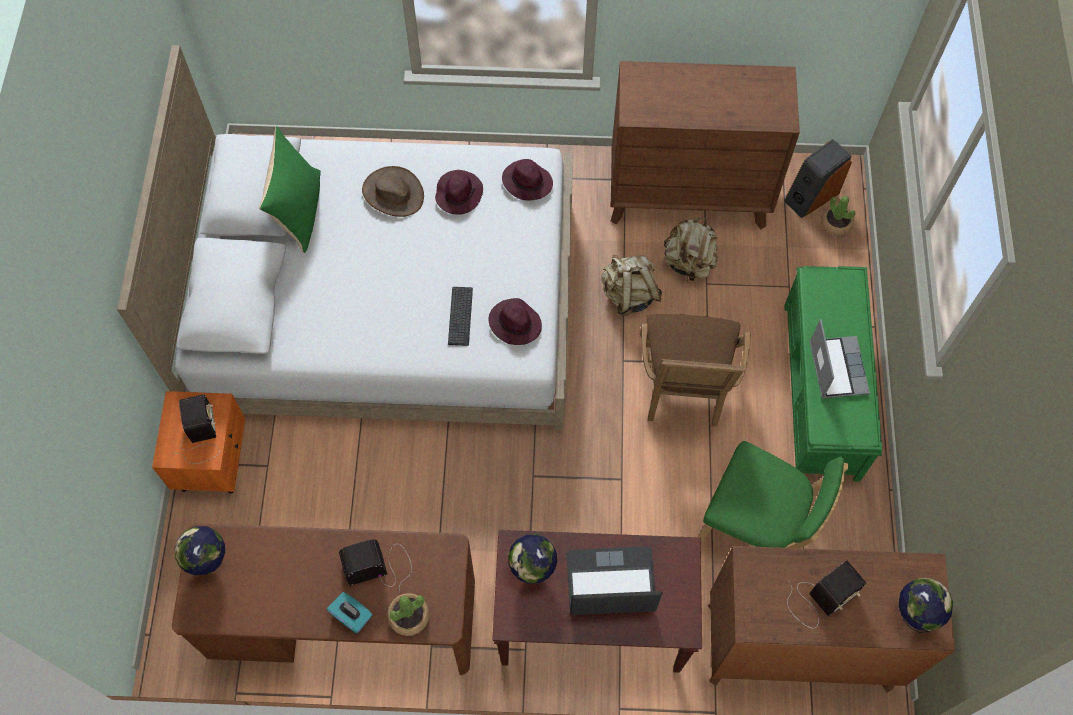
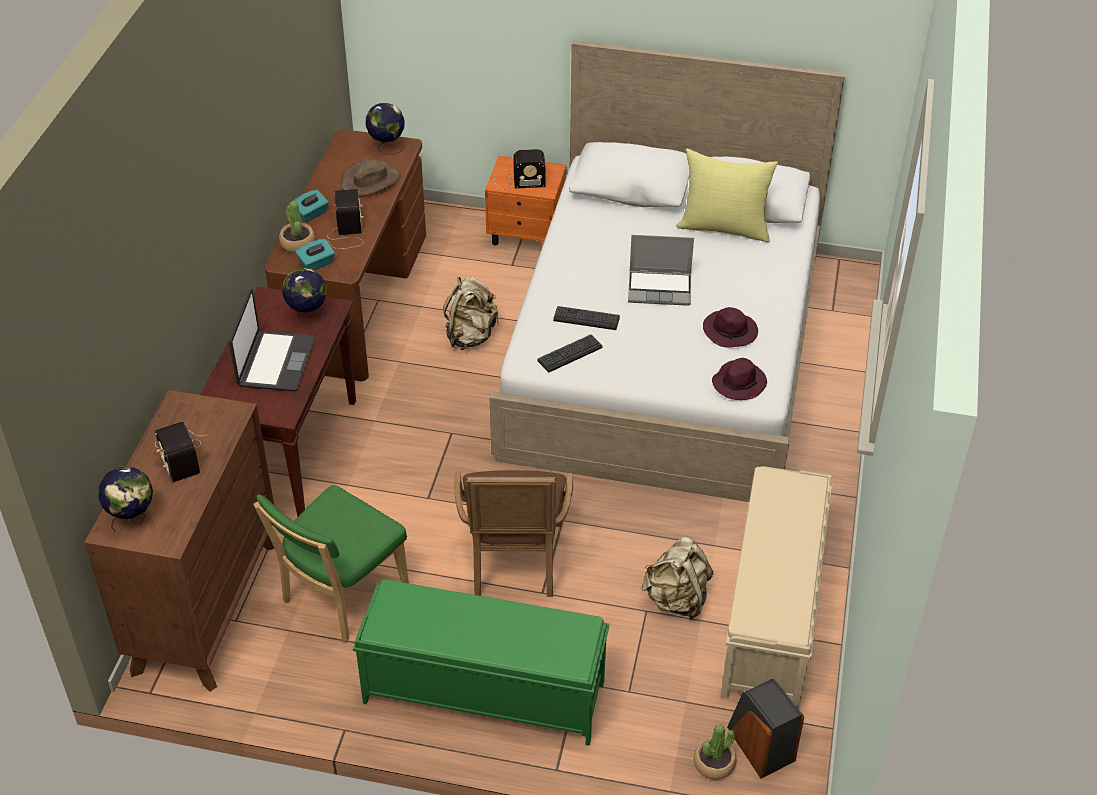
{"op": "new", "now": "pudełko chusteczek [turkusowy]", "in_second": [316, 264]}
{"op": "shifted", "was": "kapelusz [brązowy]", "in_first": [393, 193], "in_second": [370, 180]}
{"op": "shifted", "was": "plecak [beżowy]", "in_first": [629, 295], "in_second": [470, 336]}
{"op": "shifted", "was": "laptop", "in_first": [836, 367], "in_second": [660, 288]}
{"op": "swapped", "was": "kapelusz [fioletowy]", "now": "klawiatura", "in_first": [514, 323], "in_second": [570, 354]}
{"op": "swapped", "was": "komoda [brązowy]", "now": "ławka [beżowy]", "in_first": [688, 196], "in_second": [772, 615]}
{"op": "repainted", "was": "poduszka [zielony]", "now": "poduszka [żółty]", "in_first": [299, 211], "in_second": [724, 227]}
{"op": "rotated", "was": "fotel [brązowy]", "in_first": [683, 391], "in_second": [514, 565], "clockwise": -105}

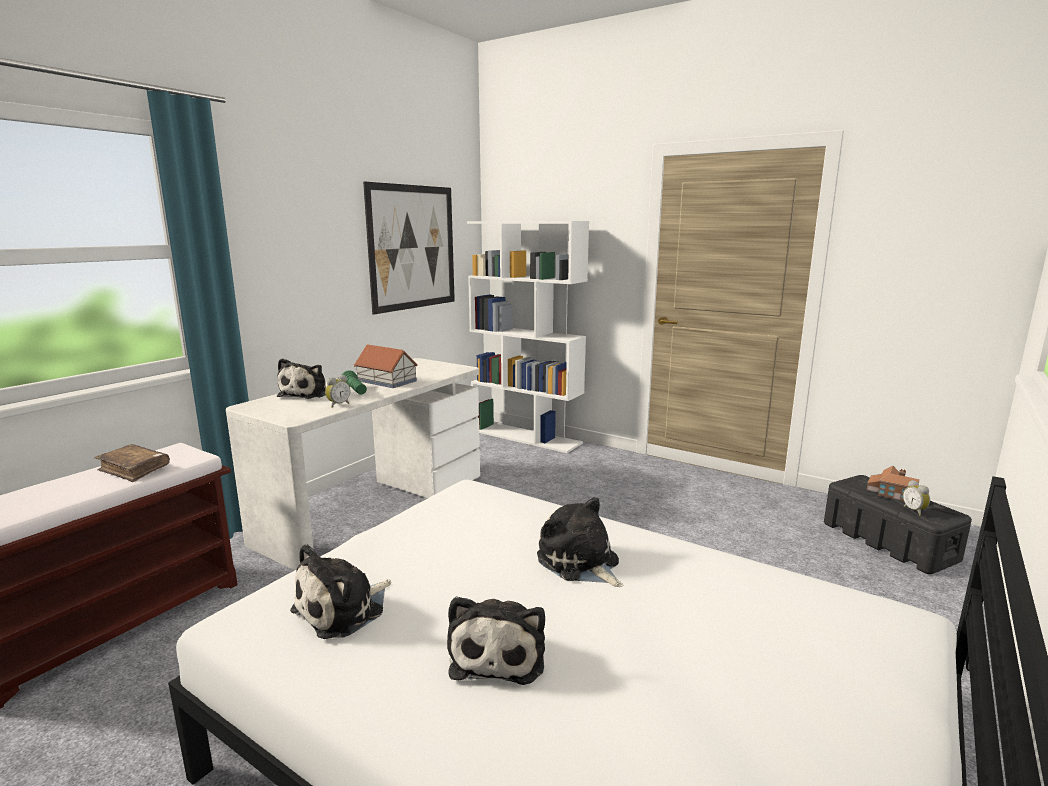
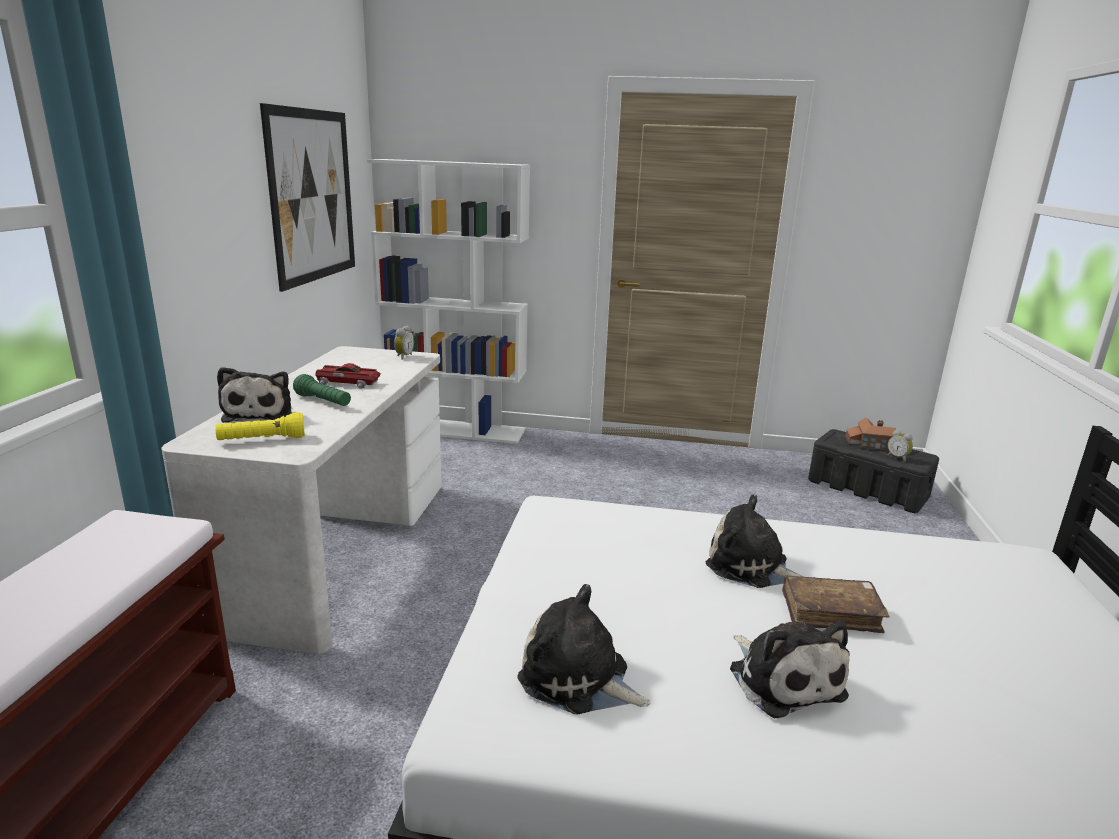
{"op": "new", "now": "latarka [żółty]", "in_second": [262, 440]}
{"op": "shifted", "was": "książka [brązowy]", "in_first": [134, 469], "in_second": [830, 613]}
{"op": "shifted", "was": "budzik", "in_first": [338, 405], "in_second": [403, 356]}
{"op": "swapped", "was": "domek", "now": "samochodzik", "in_first": [387, 381], "in_second": [347, 383]}
{"op": "rotated", "was": "pluszak", "in_first": [343, 610], "in_second": [579, 679], "clockwise": 105}

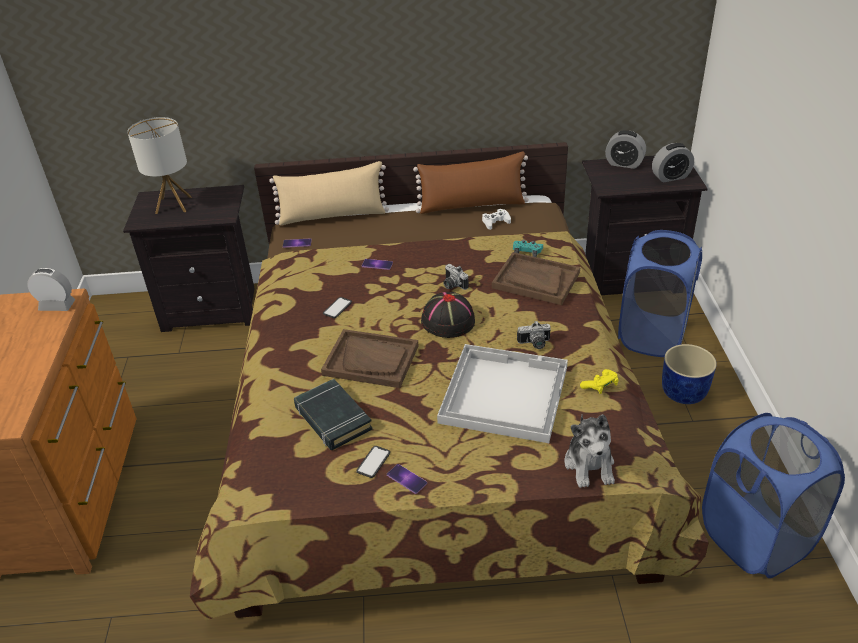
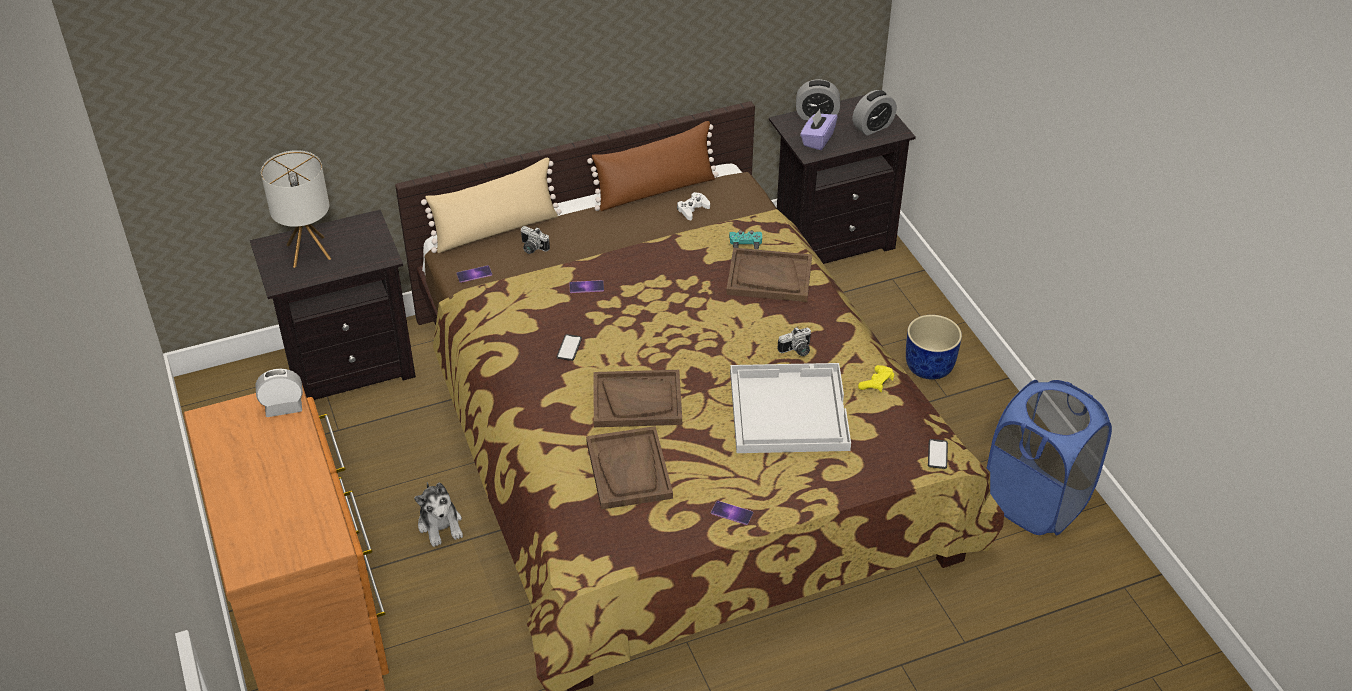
{"op": "gone", "was": "kapelusz [czarny]", "in_first": [447, 321]}
{"op": "gone", "was": "kosz na pranie [niebieski]", "in_first": [652, 335]}
{"op": "new", "now": "pudełko chusteczek [fioletowy]", "in_second": [817, 140]}
{"op": "shifted", "was": "telefon", "in_first": [373, 462], "in_second": [937, 454]}
{"op": "shifted", "was": "aparat fotograficzny", "in_first": [452, 285], "in_second": [532, 248]}
{"op": "shifted", "was": "pluszak", "in_first": [589, 465], "in_second": [440, 525]}
{"op": "swapped", "was": "książka [czarny]", "now": "taca [brązowy]", "in_first": [332, 418], "in_second": [629, 470]}

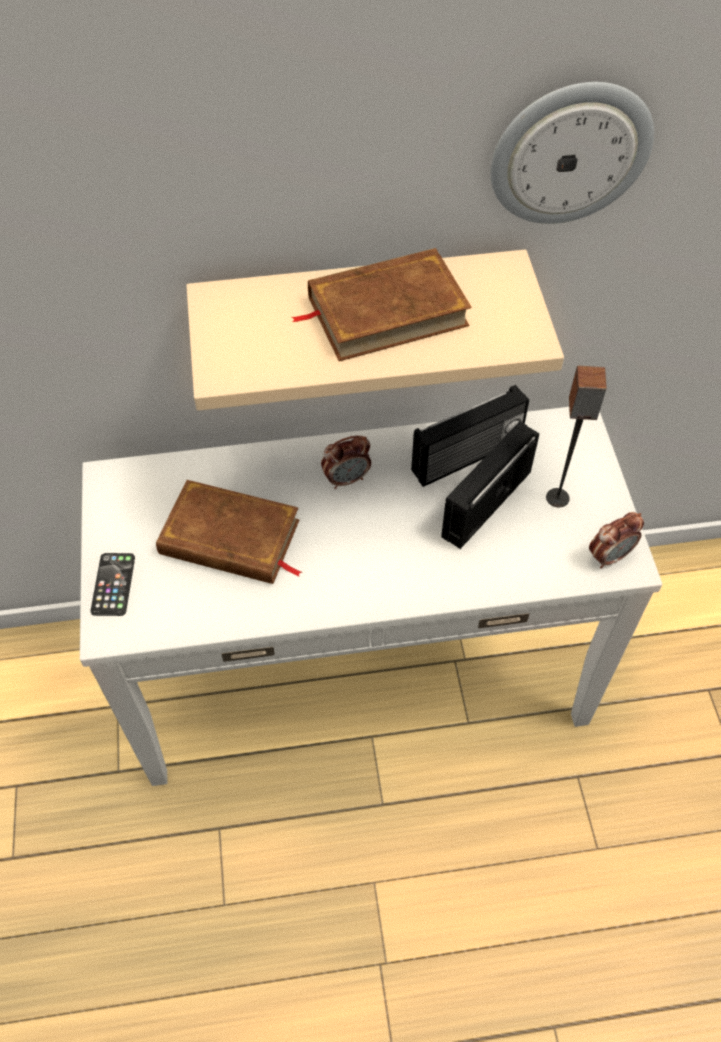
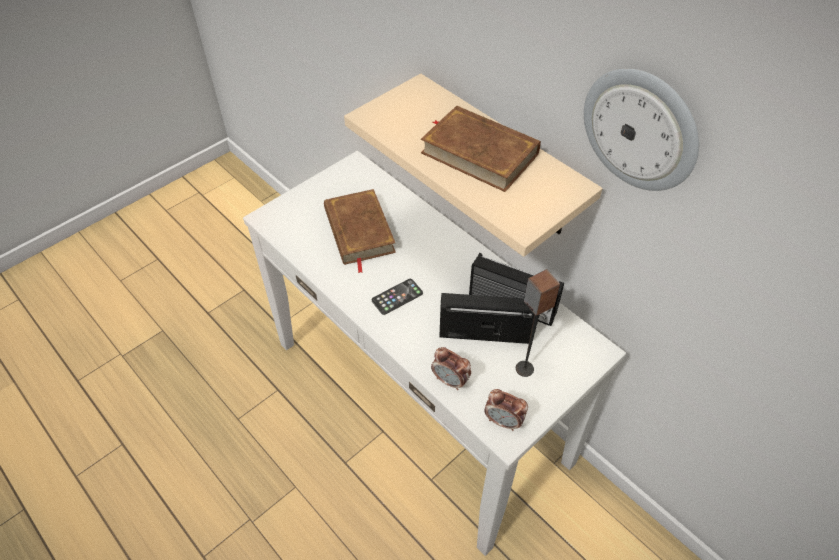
{"op": "shifted", "was": "telefon", "in_first": [113, 584], "in_second": [397, 297]}
{"op": "shifted", "was": "budzik", "in_first": [347, 479], "in_second": [450, 381]}

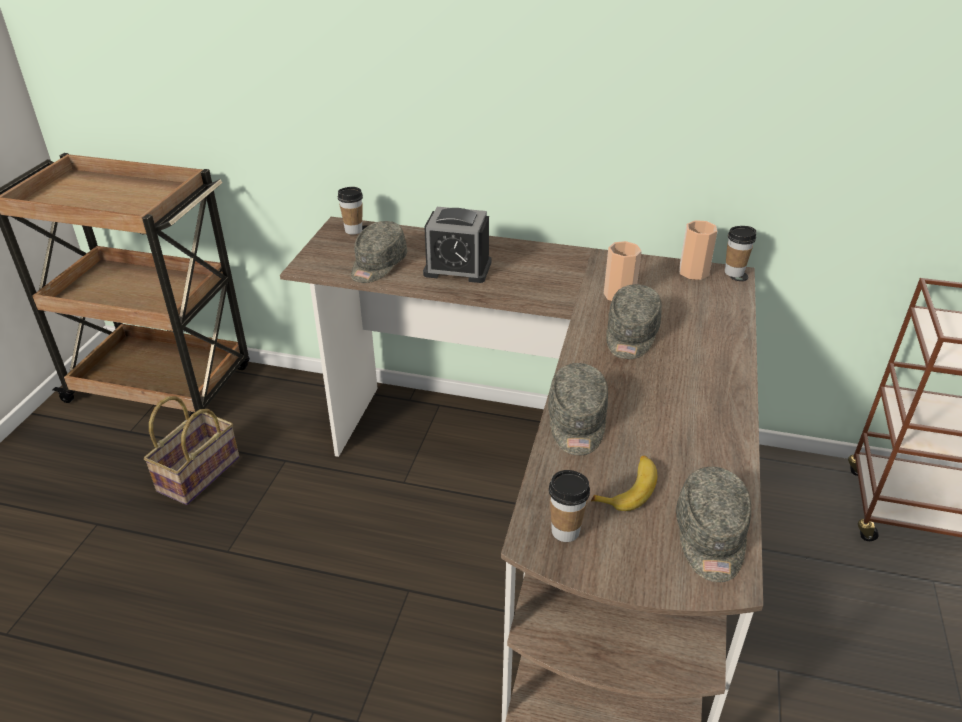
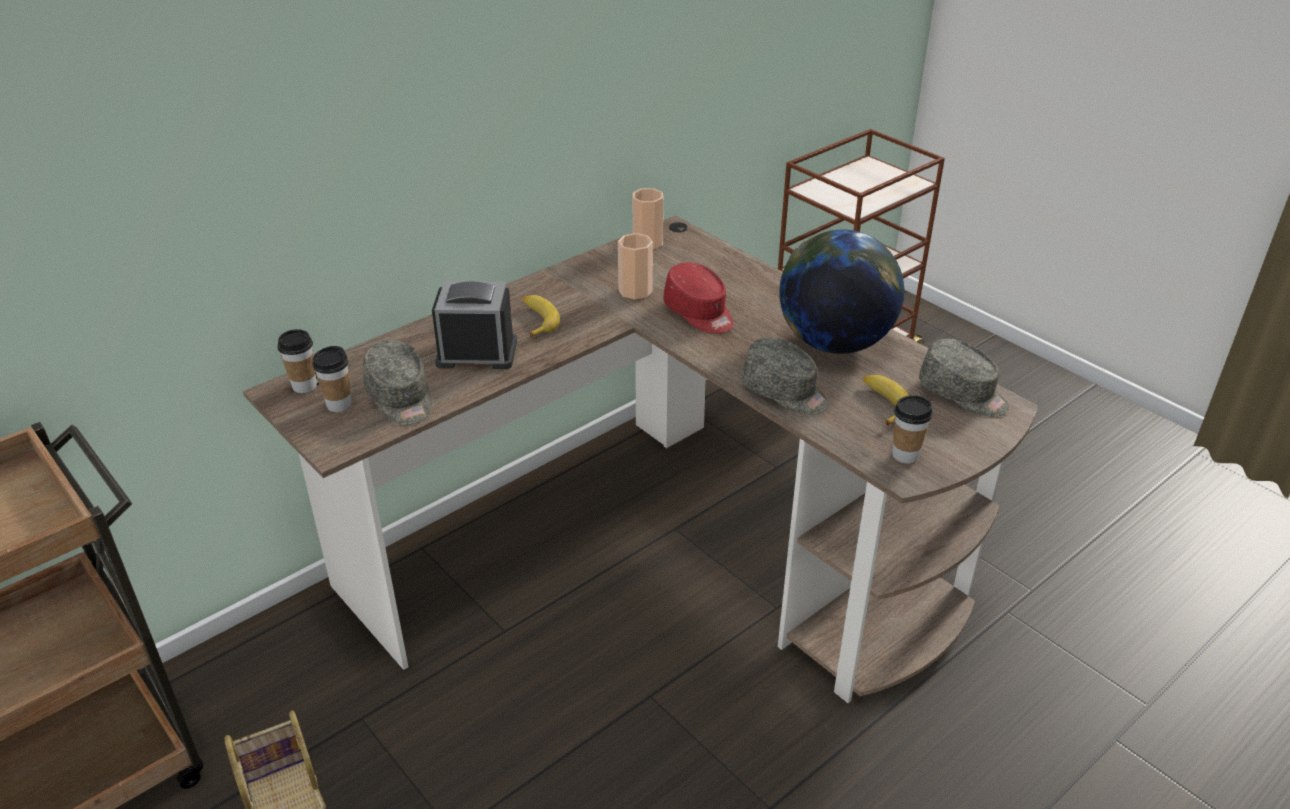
{"op": "new", "now": "banan", "in_second": [537, 320]}
{"op": "new", "now": "globus", "in_second": [834, 344]}
{"op": "shifted", "was": "filiżanka", "in_first": [734, 272], "in_second": [339, 405]}
{"op": "repainted", "was": "czapka z daszkiem [szary]", "now": "czapka z daszkiem [czerwony]", "in_first": [631, 336], "in_second": [699, 313]}
{"op": "rotated", "was": "budzik", "in_first": [457, 268], "in_second": [477, 353], "clockwise": -135}

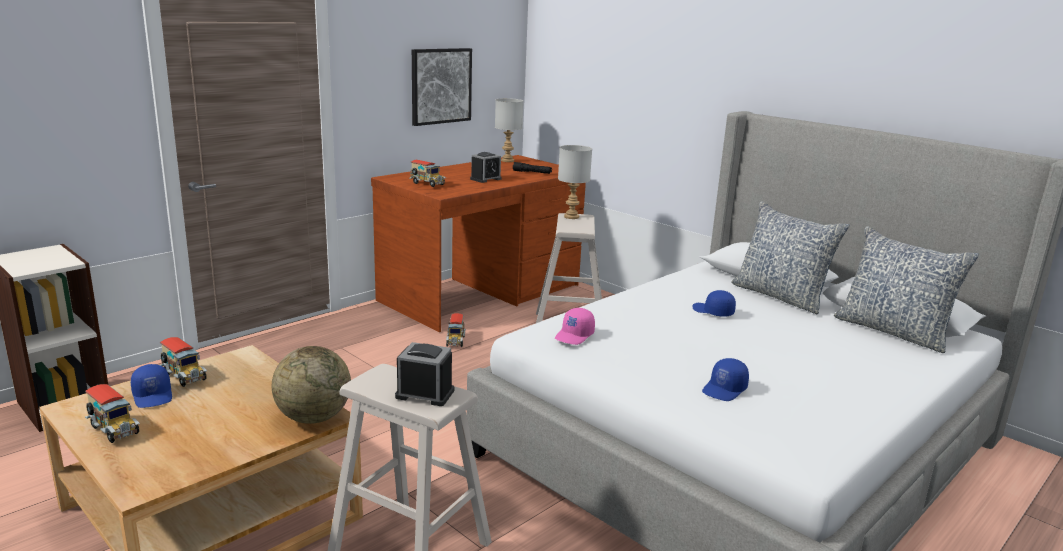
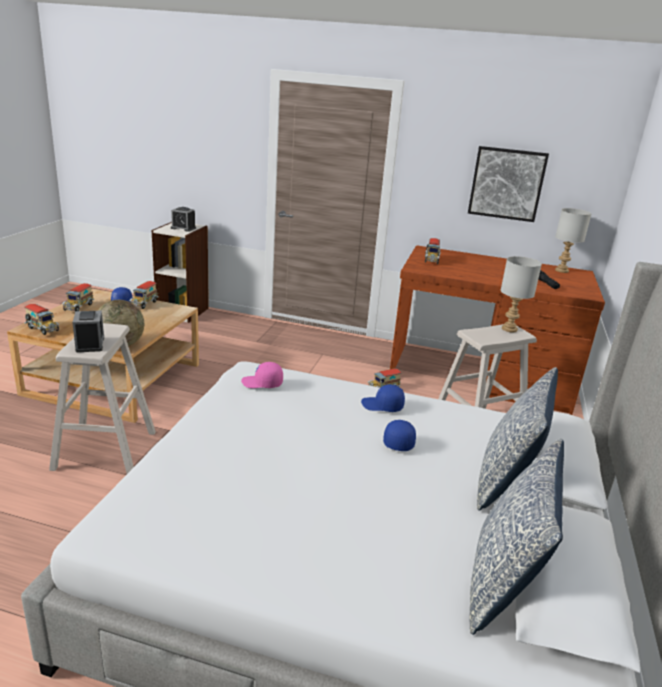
{"op": "new", "now": "ciężarówka zabawkowa", "in_second": [42, 330]}
{"op": "shifted", "was": "budzik", "in_first": [485, 179], "in_second": [183, 228]}
{"op": "shifted", "was": "czapka z daszkiem [niebieski]", "in_first": [725, 390], "in_second": [382, 406]}

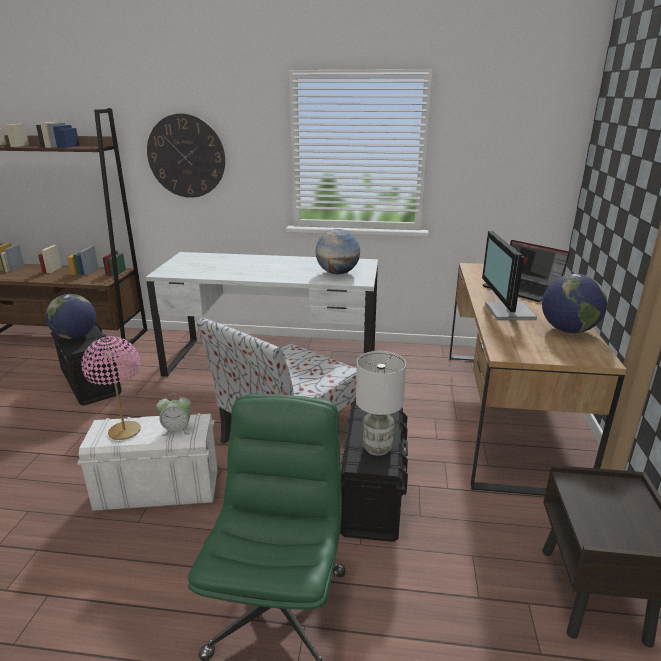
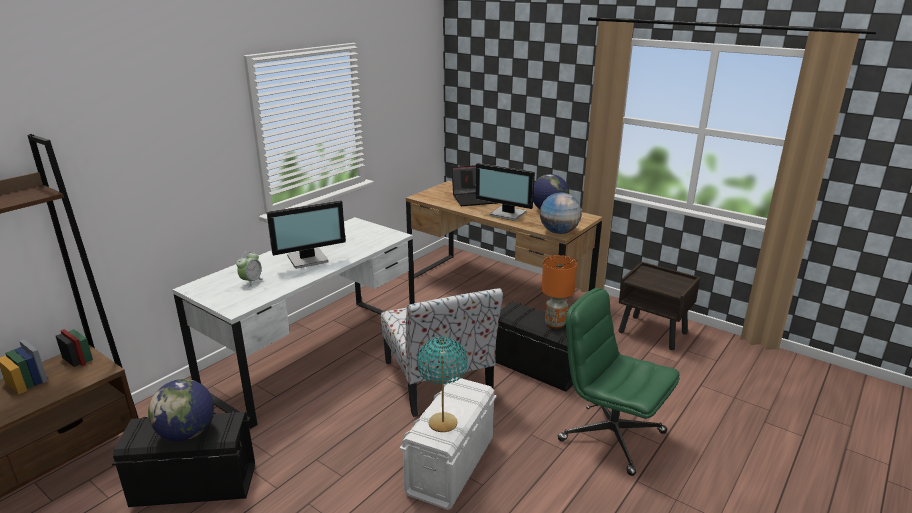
{"op": "gone", "was": "zegar ścienny", "in_first": [186, 156]}
{"op": "new", "now": "monitor", "in_second": [309, 259]}
{"op": "shifted", "was": "budzik", "in_first": [177, 430], "in_second": [251, 281]}
{"op": "shifted", "was": "globus", "in_first": [338, 273], "in_second": [559, 232]}
{"op": "repainted", "was": "lampa stołowa [różowy]", "now": "lampa stołowa [turkusowy]", "in_first": [125, 431], "in_second": [443, 423]}
{"op": "repainted", "was": "lampa stołowa [biały]", "now": "lampa stołowa [pomarańczowy]", "in_first": [378, 448], "in_second": [555, 324]}

